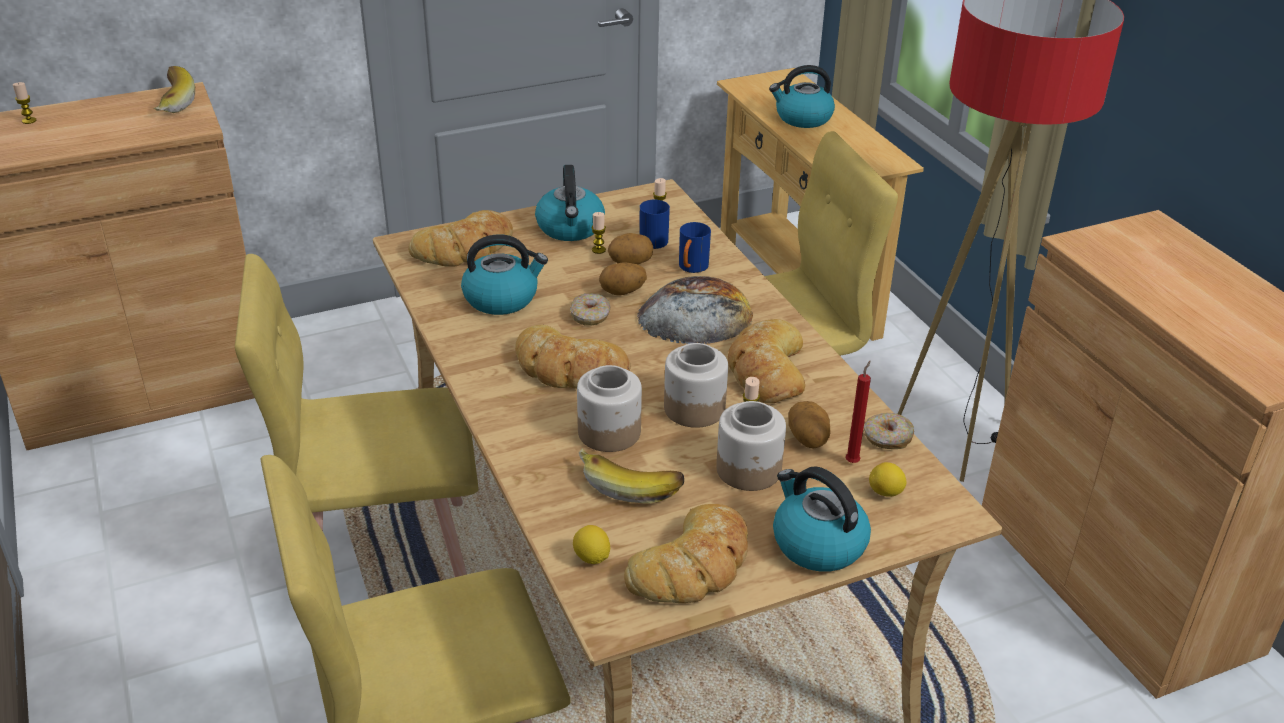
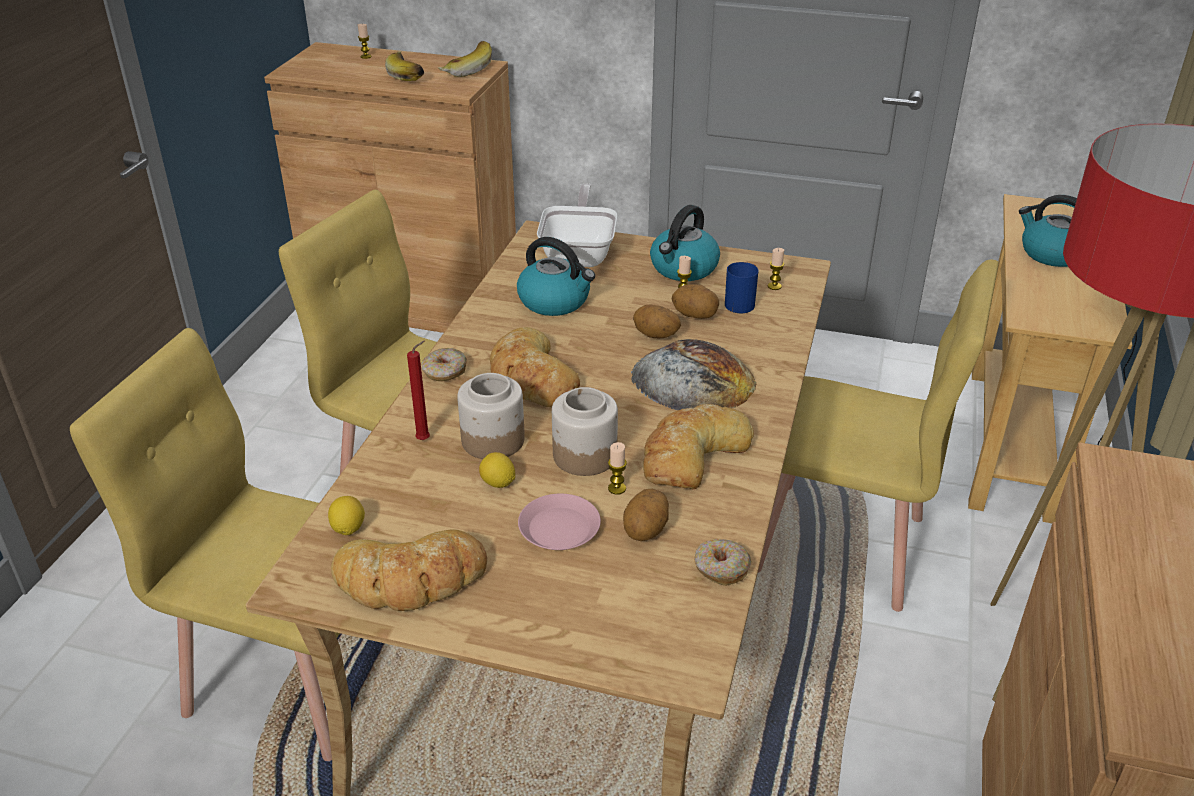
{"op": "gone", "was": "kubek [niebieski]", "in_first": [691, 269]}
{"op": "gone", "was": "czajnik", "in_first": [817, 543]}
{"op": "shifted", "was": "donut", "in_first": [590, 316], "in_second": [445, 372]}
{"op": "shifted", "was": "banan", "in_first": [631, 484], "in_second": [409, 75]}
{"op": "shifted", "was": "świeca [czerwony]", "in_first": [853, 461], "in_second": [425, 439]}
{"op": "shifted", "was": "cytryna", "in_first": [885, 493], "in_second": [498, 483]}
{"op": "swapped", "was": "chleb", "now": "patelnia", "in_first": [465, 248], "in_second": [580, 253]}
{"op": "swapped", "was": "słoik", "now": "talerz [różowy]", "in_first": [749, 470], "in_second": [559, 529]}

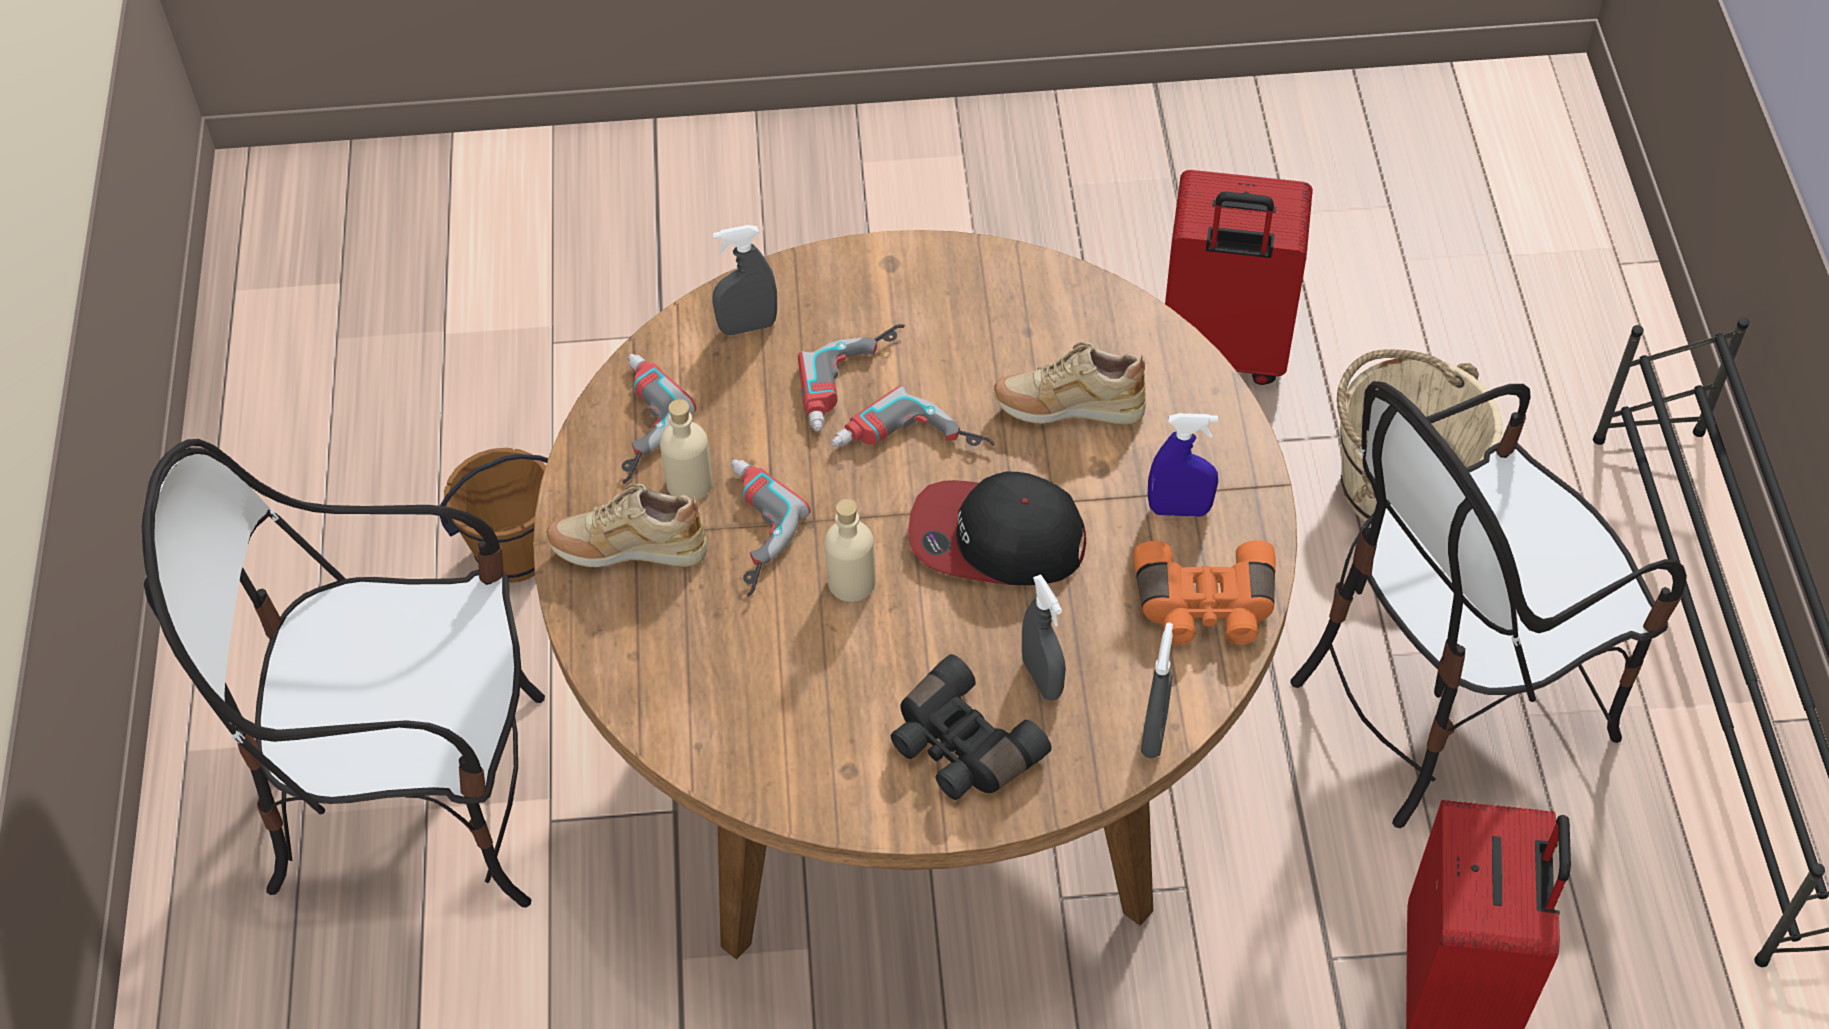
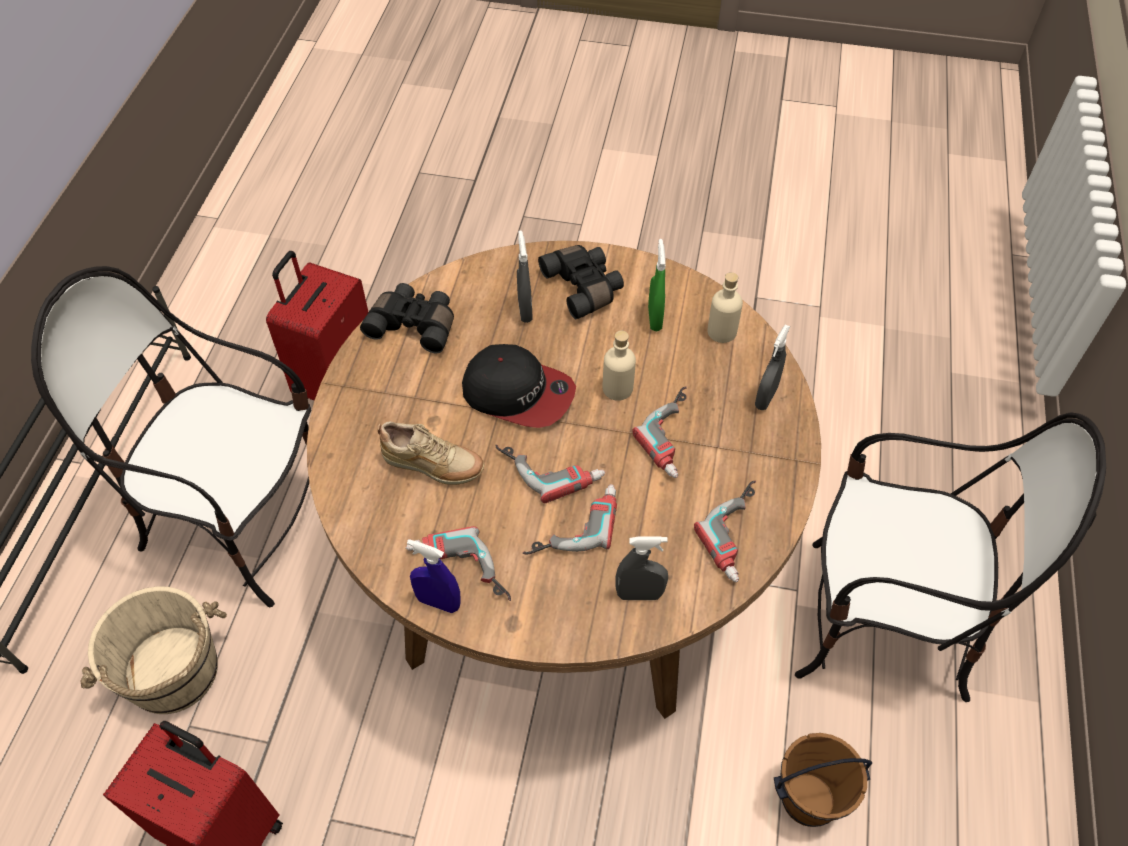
{"op": "gone", "was": "but [beżowy]", "in_first": [629, 550]}
{"op": "new", "now": "wiertarka", "in_second": [457, 574]}
{"op": "new", "now": "spryskiwacz [zielony]", "in_second": [654, 318]}
{"op": "shifted", "was": "butelka [beżowy]", "in_first": [689, 483], "in_second": [721, 331]}
{"op": "shifted", "was": "spryskiwacz [szary]", "in_first": [1154, 733], "in_second": [766, 397]}
{"op": "shifted", "was": "spryskiwacz [niebieski]", "in_first": [1179, 509], "in_second": [438, 602]}
{"op": "repainted", "was": "lornetka [pomarańczowy]", "now": "lornetka [czarny]", "in_first": [1204, 608], "in_second": [414, 325]}
{"op": "rotated", "was": "krzesło", "in_first": [1452, 697], "in_second": [241, 523], "clockwise": -150}

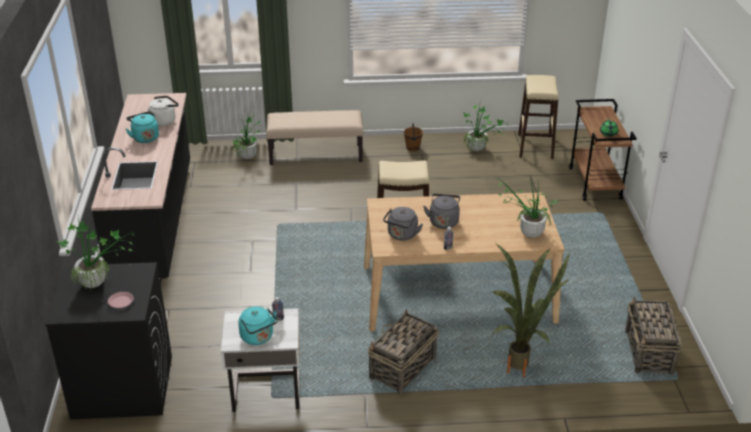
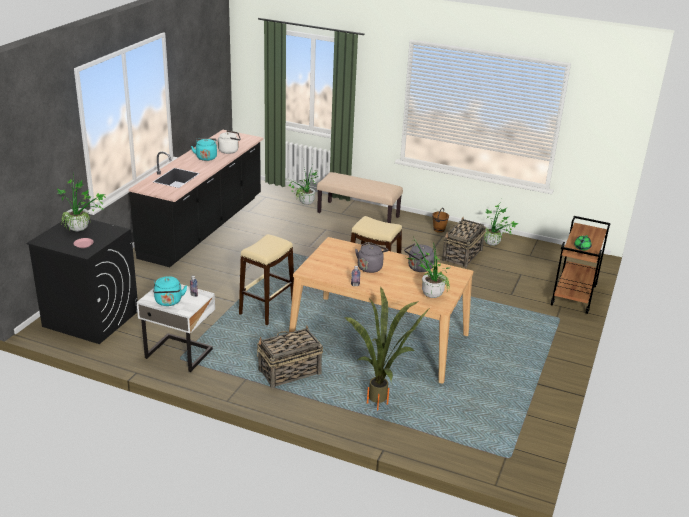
{"op": "shifted", "was": "czajnik [szary]", "in_first": [402, 235], "in_second": [419, 268]}
{"op": "shifted", "was": "stołek [beżowy]", "in_first": [535, 146], "in_second": [267, 309]}
{"op": "shifted", "was": "koszyk", "in_first": [648, 353], "in_second": [462, 255]}

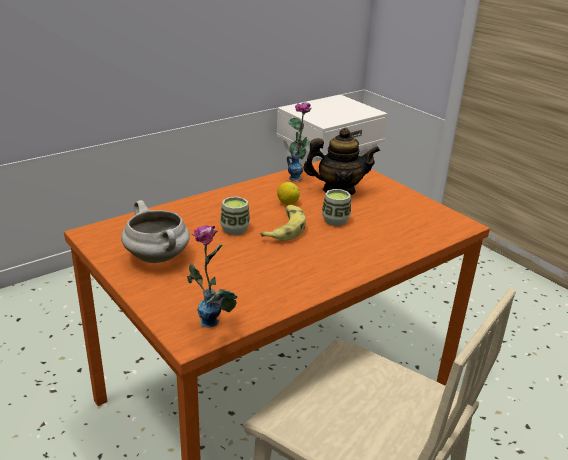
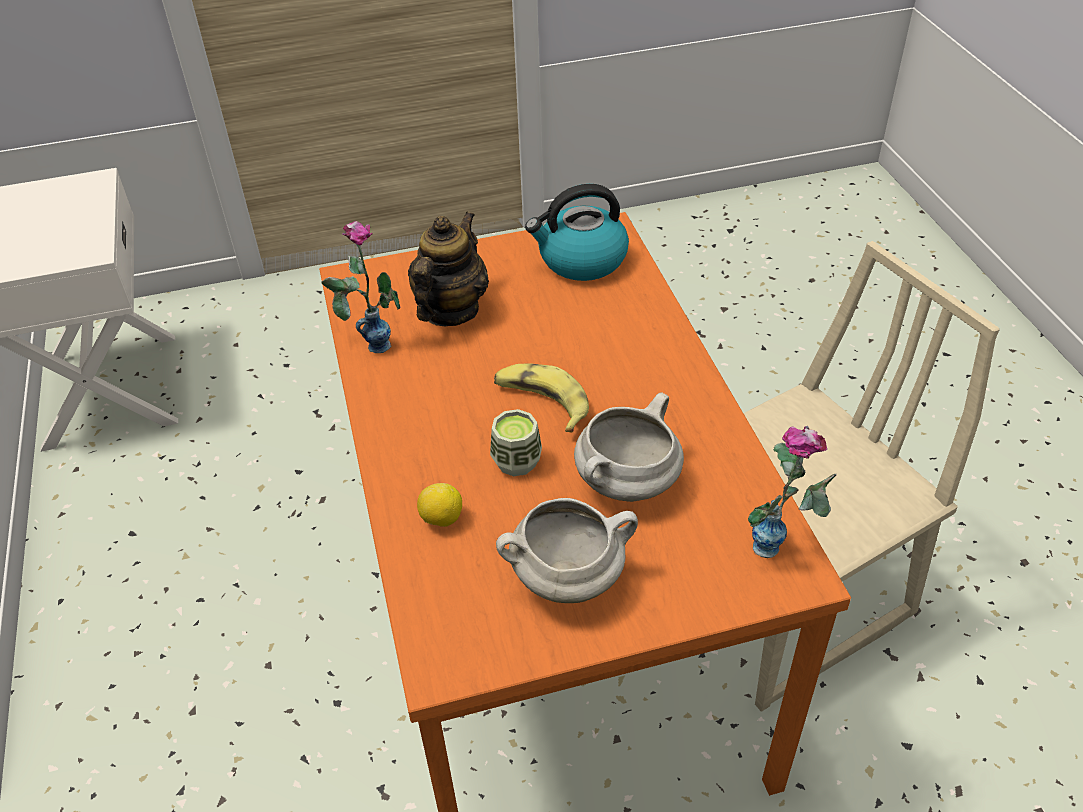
{"op": "gone", "was": "filiżanka", "in_first": [335, 220]}
{"op": "new", "now": "czajnik", "in_second": [581, 260]}
{"op": "new", "now": "garnek [biały]", "in_second": [627, 483]}
{"op": "shifted", "was": "cytryna", "in_first": [287, 203], "in_second": [441, 519]}

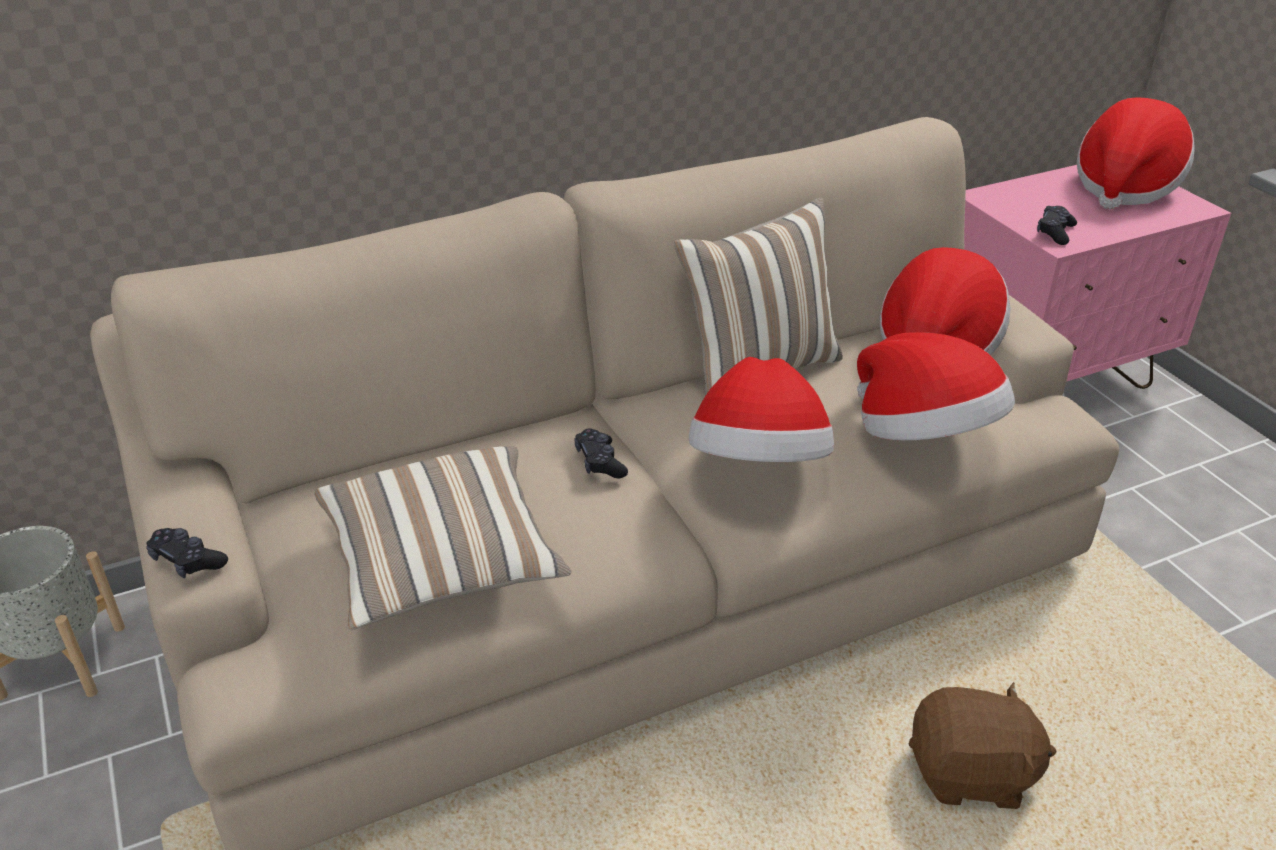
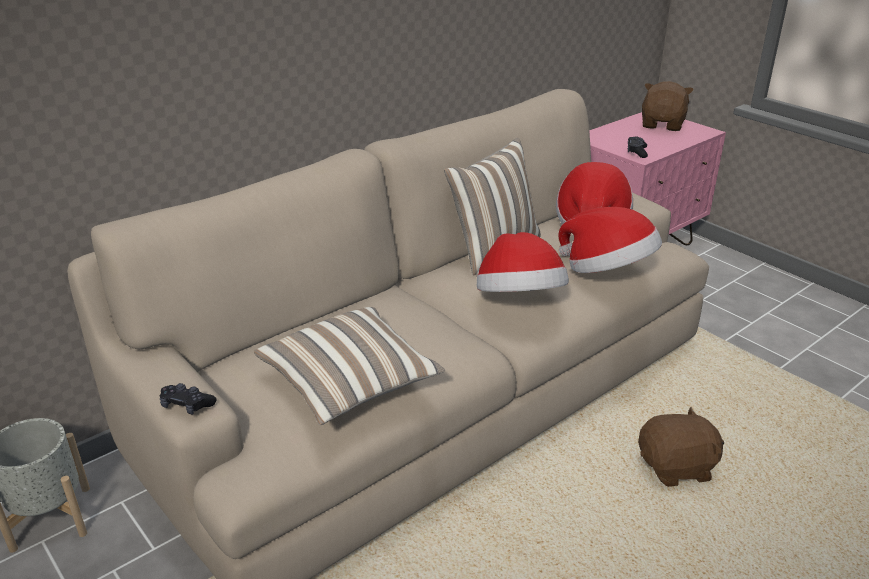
{"op": "gone", "was": "pad do gier [czarny]", "in_first": [600, 462]}
{"op": "swapped", "was": "kapelusz", "now": "pluszak [brązowy]", "in_first": [1124, 187], "in_second": [663, 124]}

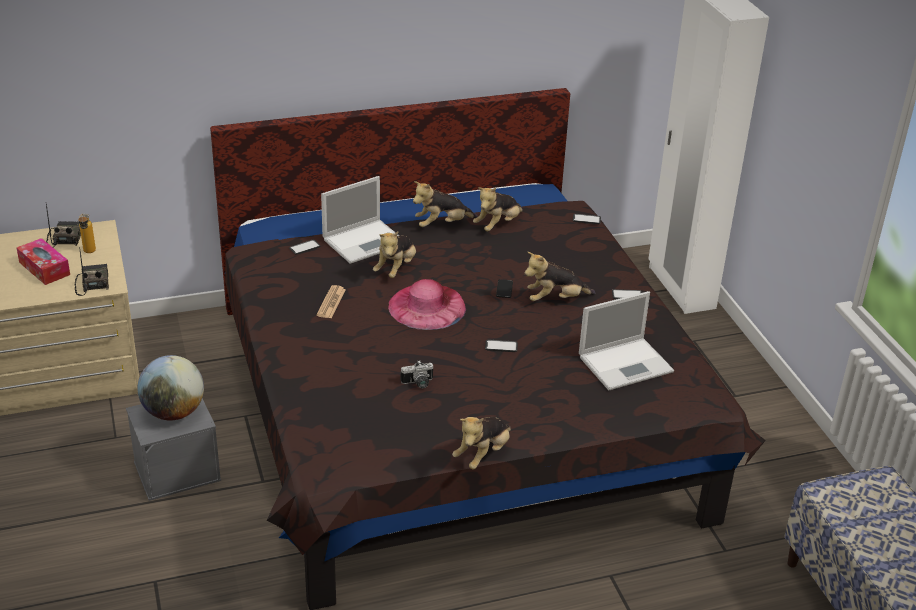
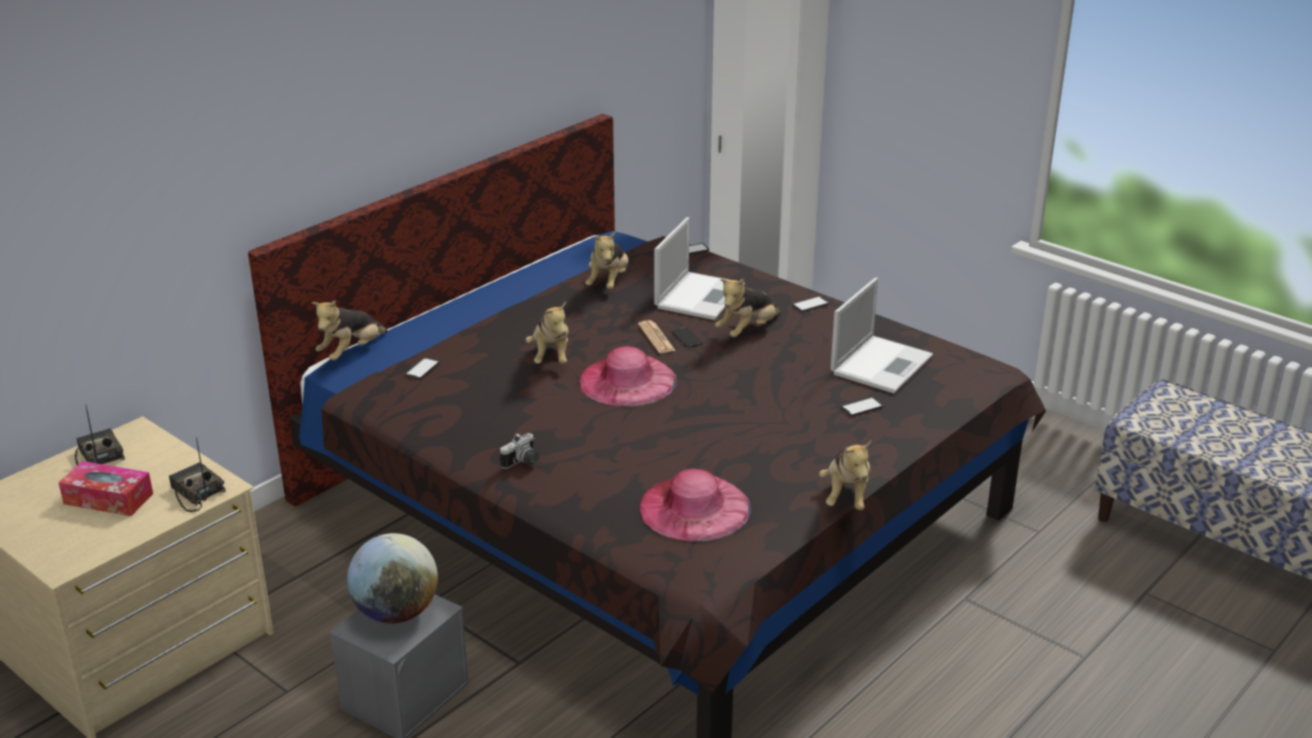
{"op": "gone", "was": "butelka", "in_first": [89, 253]}
{"op": "new", "now": "kapelusz [różowy]", "in_second": [694, 507]}
{"op": "shifted", "was": "gazeta", "in_first": [331, 302], "in_second": [656, 338]}
{"op": "shifted", "was": "laptop", "in_first": [365, 241], "in_second": [700, 296]}
{"op": "shifted", "was": "aparat fotograficzny", "in_first": [418, 384], "in_second": [523, 462]}
{"op": "shifted", "was": "pluszak", "in_first": [442, 224], "in_second": [352, 352]}
{"op": "shifted", "was": "telefon", "in_first": [501, 346], "in_second": [862, 407]}

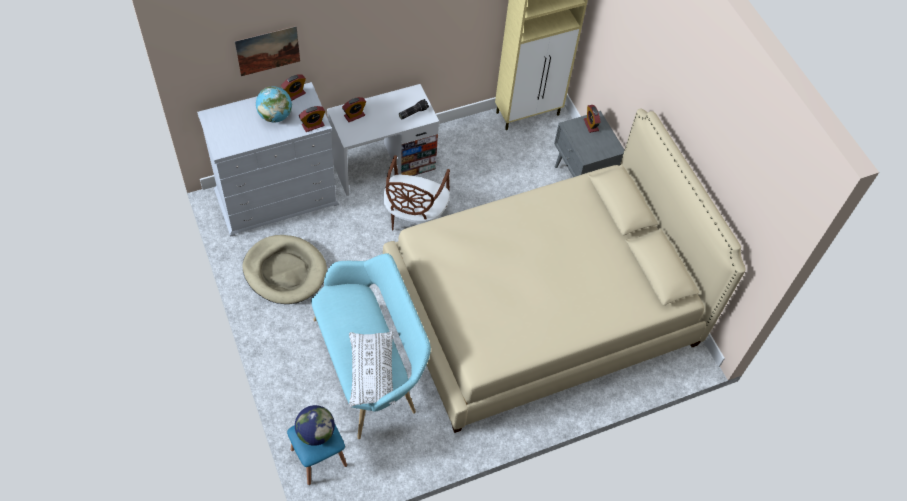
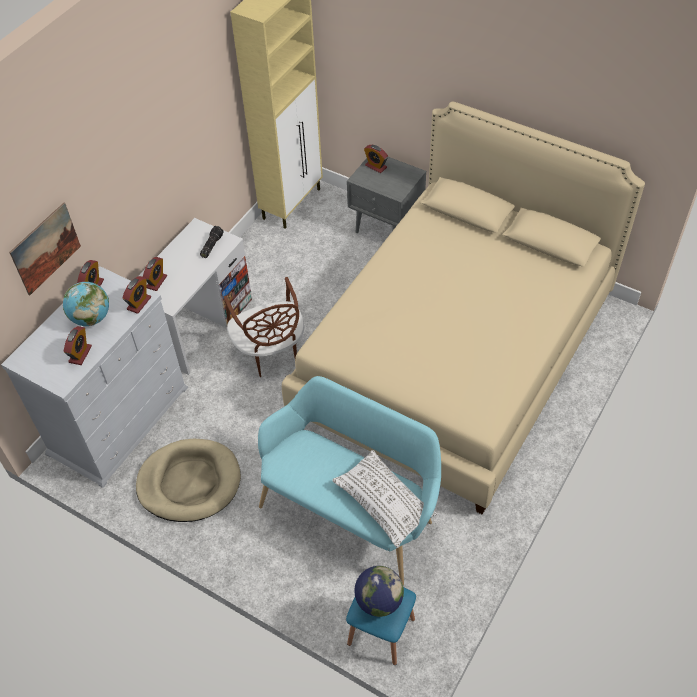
{"op": "new", "now": "budzik", "in_second": [80, 354]}

